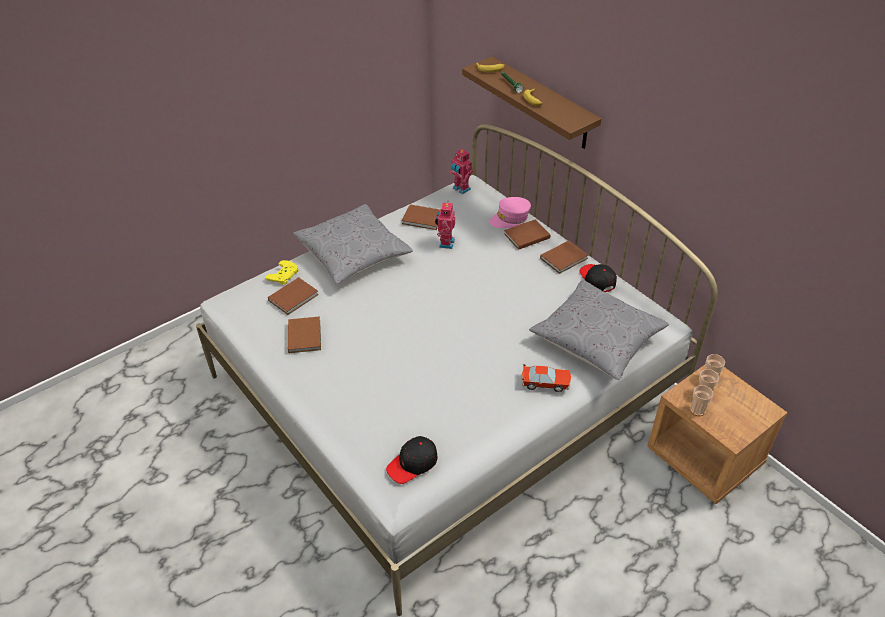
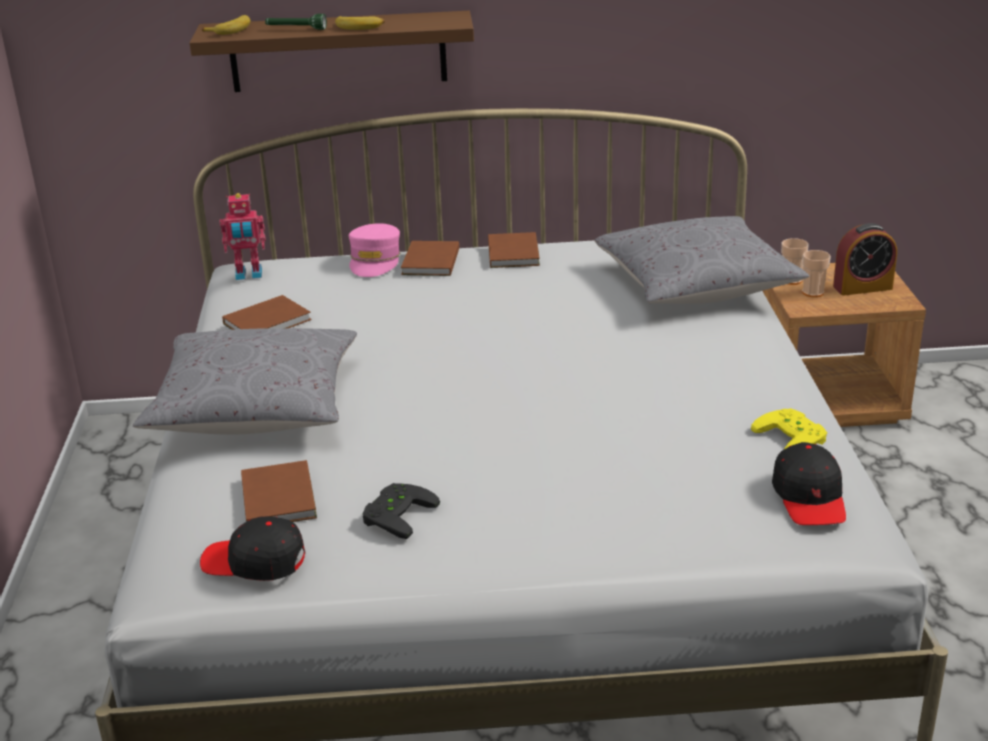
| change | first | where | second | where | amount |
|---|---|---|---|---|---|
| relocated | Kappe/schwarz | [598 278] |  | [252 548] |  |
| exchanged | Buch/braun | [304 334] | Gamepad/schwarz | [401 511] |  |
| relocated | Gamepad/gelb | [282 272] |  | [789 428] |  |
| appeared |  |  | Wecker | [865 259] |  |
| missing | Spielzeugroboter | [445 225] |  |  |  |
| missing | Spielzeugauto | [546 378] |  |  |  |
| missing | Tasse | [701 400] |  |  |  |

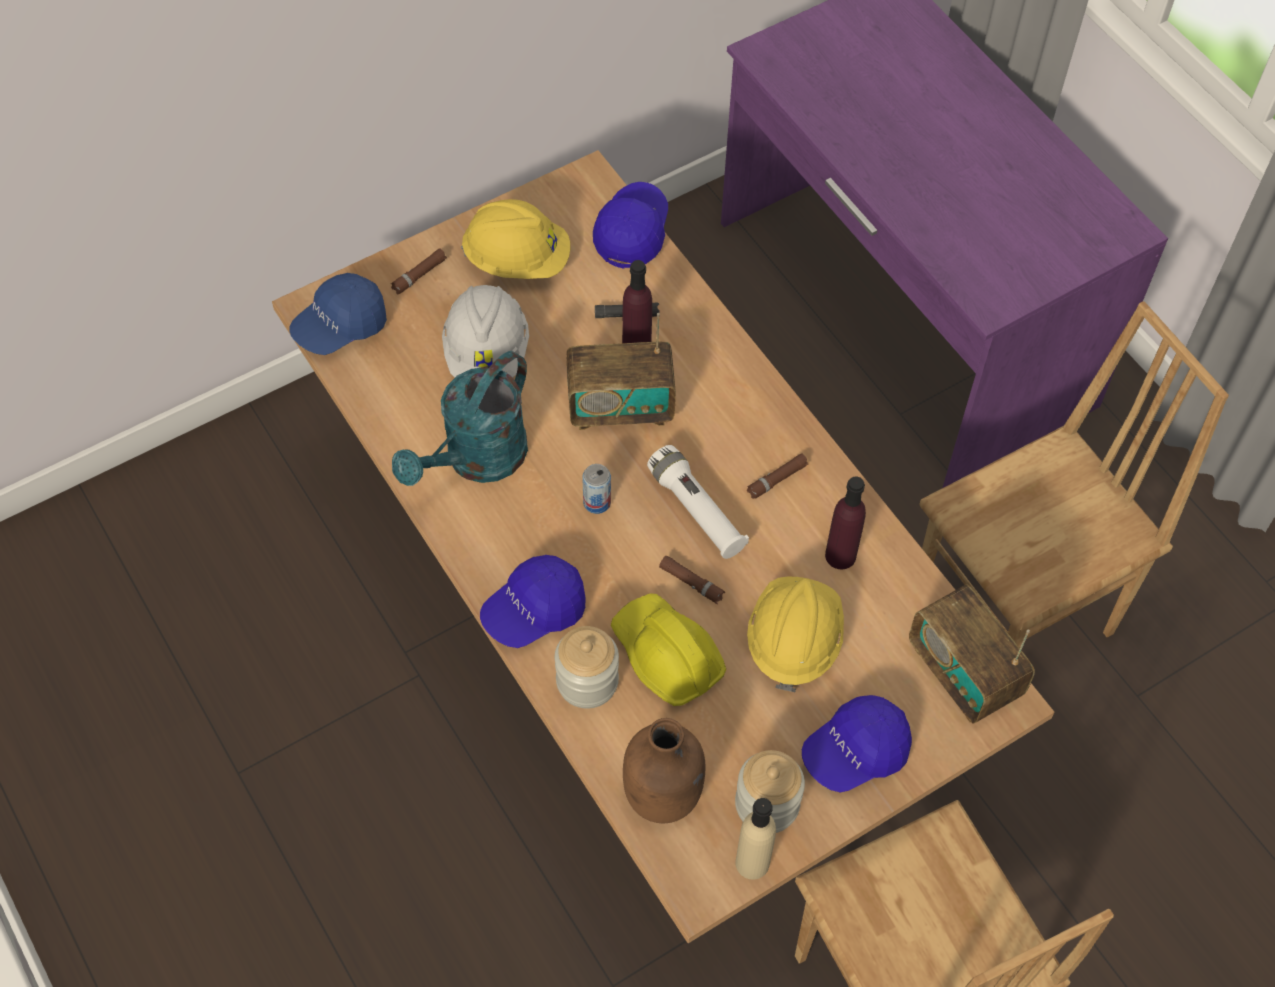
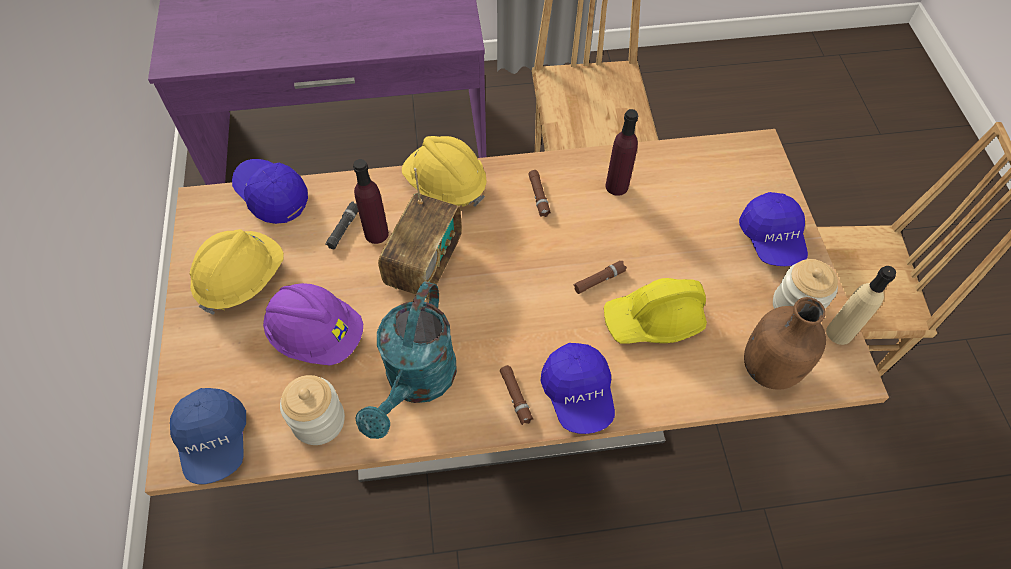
| change | first | where | second | where | amount |
|---|---|---|---|---|---|
| colour | Schutzhelm/weiß | [485 331] | Schutzhelm/lila | [313 324] |  |
| relocated | Vorratsglas | [587 667] |  | [312 410] |  |
| spun | Gießkanne/türkis | [460 418] |  | [406 360] | 45 degrees clockwise |
| relocated | Schutzhelm/gelb | [795 634] |  | [444 171] |  |
| relocated | Taschenlampe/braun | [419 271] |  | [517 395] |  |
| missing | Dose | [596 489] |  |  |  |
| missing | Taschenlampe/weiß | [698 502] |  |  |  |
| missing | Radio | [972 654] |  |  |  |

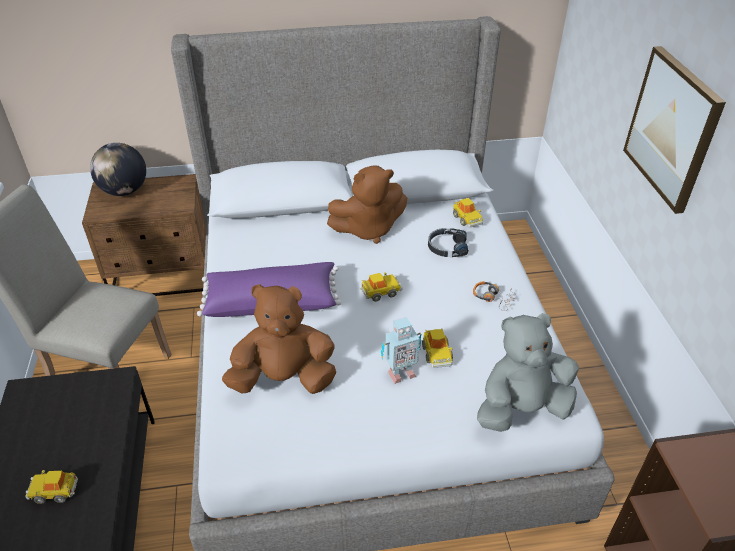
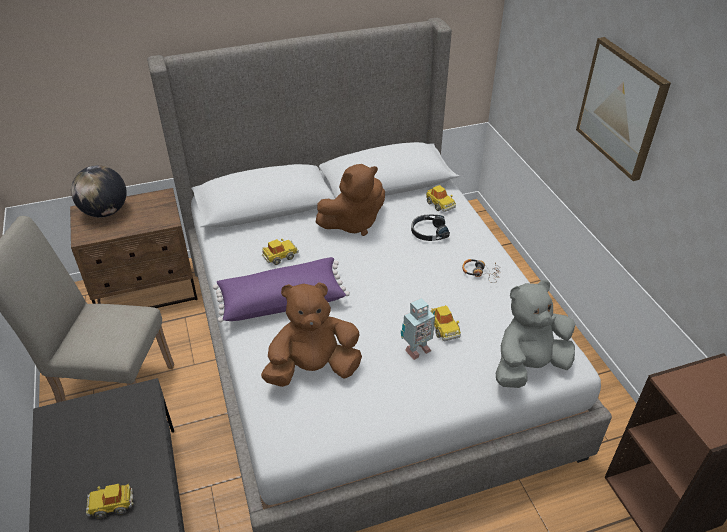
| change | first | where | second | where | amount |
|---|---|---|---|---|---|
| relocated | Spielzeugauto | [381 287] |  | [280 252] |  |

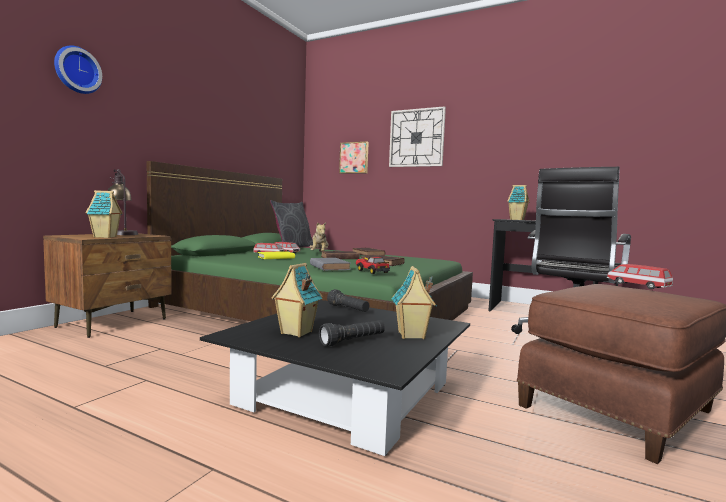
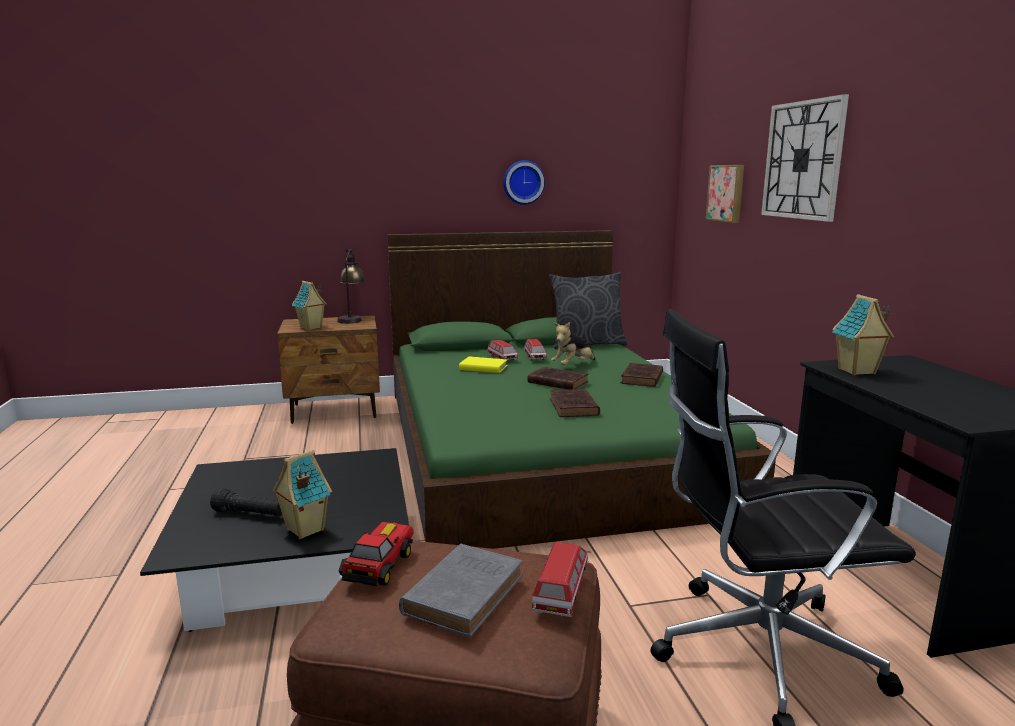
| change | first | where | second | where | amount |
|---|---|---|---|---|---|
| relocated | Spielzeugauto | [373 265] |  | [375 554] |  |
| relocated | Buch/grau | [330 264] |  | [461 590] |  |
| relocated | Wanduhr | [78 69] |  | [524 182] |  |
| missing | Spielzeughaus | [297 300] |  |  |  |
| missing | Taschenlampe/schwarz | [348 300] |  |  |  |

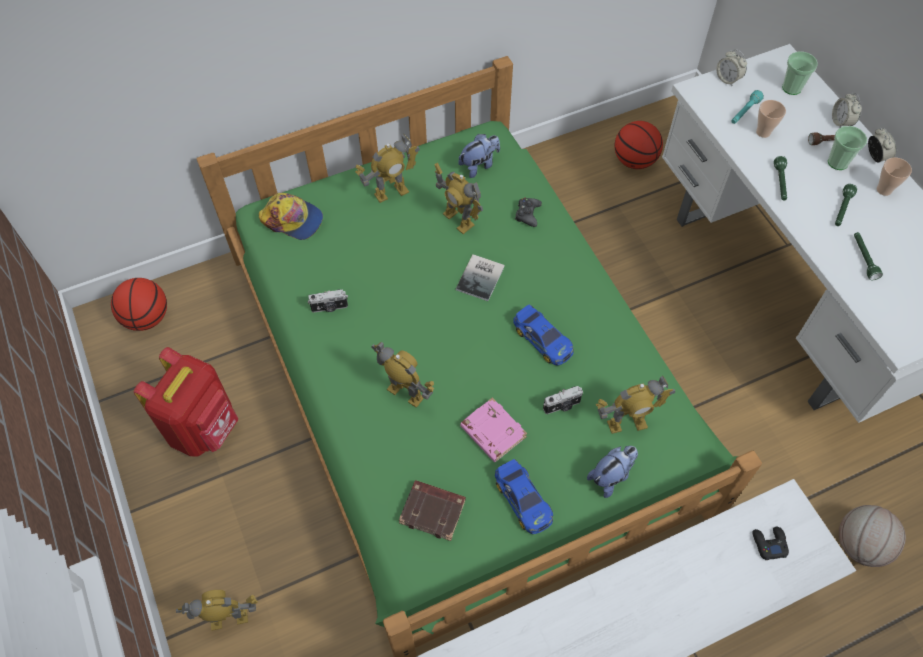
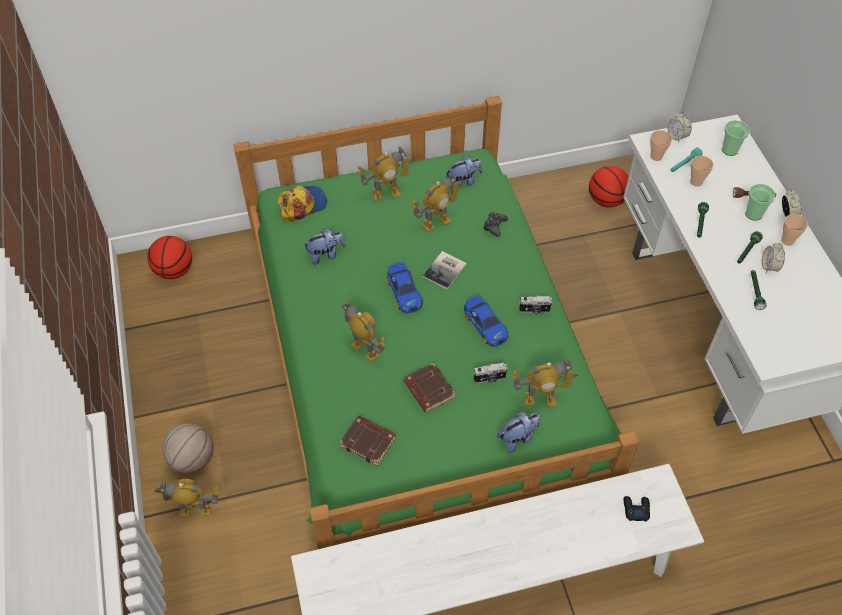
| change | first | where | second | where | amount |
|---|---|---|---|---|---|
| relocated | Basketball | [872 536] |  | [188 448] |  |
| spun | Kappe | [291 216] |  | [302 203] | 60 degrees counterclockwise |
| appeared |  |  | Plüschtier | [324 246] |  |
| relocated | Spielzeugauto | [524 496] |  | [405 287] |  |
| colour | Buch/rosa | [493 429] | Buch/braun | [429 388] |  |
| spun | Spielzeugroboter | [459 198] |  | [436 202] | 90 degrees counterclockwise |
| relocated | Kamera | [328 301] |  | [536 305] |  |
| appeared |  |  | Tasse | [661 145] |  |
| relocated | Wecker | [847 110] |  | [773 258] |  |
| missing | Rucksack/rot | [186 401] |  |  |  |

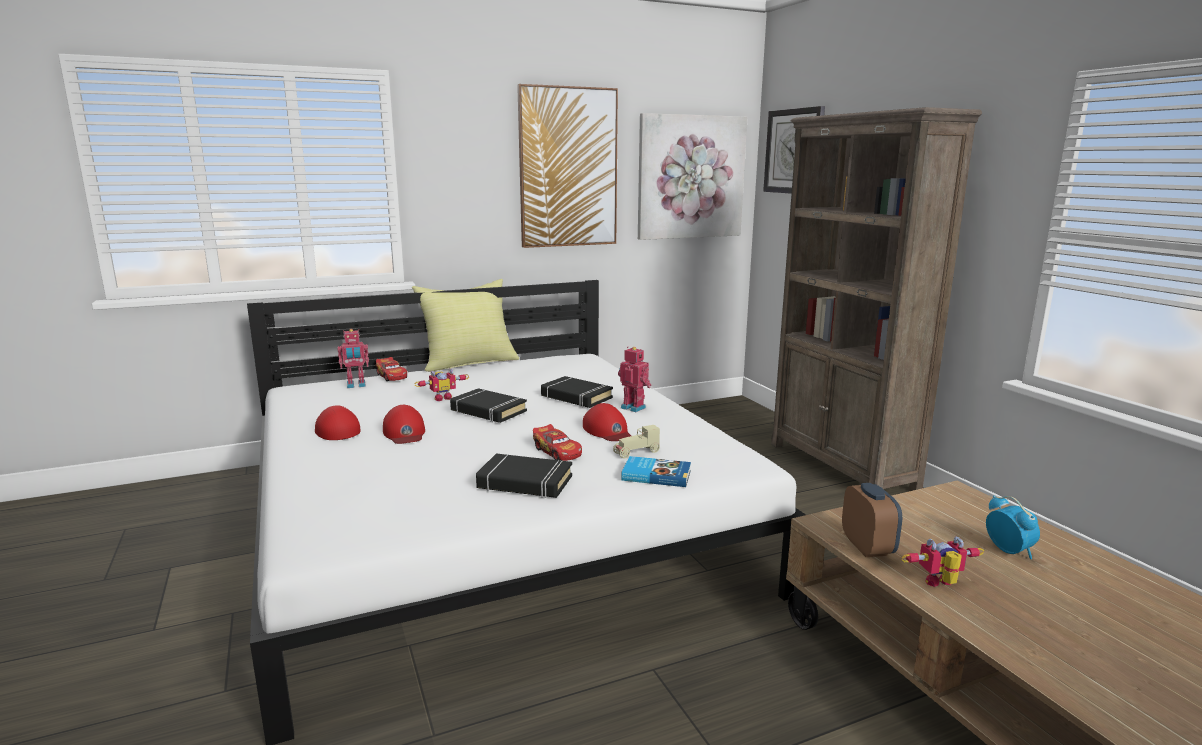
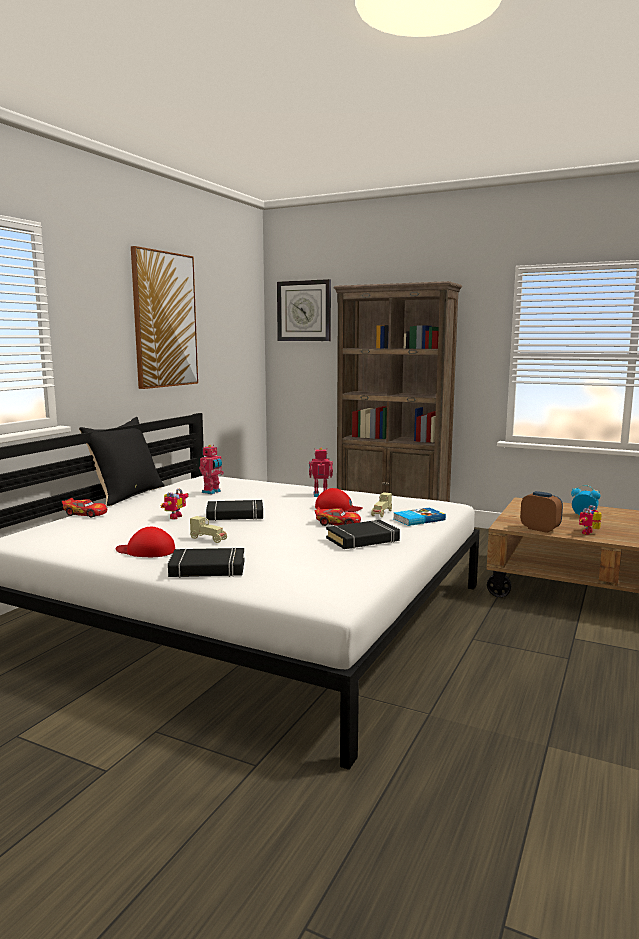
| change | first | where | second | where | amount |
|---|---|---|---|---|---|
| colour | Kissen/gelb | [465 325] | Kissen/schwarz | [121 461] |  |
| relocated | Buch/schwarz | [577 392] |  | [206 563] |  |
| exchanged | Kappe/rot | [404 424] | Spielzeugauto/beige | [208 529] |  |
| relocated | Spielzeugroboter | [353 358] |  | [211 469] |  |
| missing | Bild | [692 176] |  |  |  |

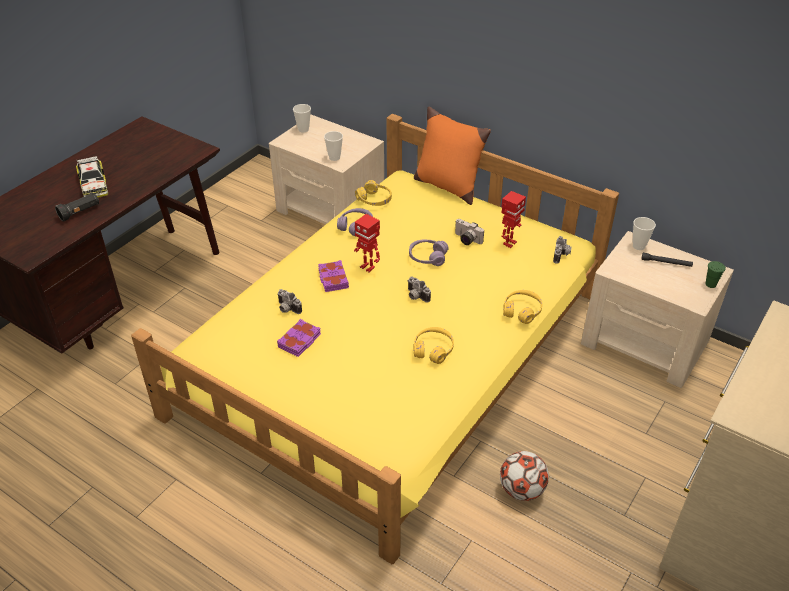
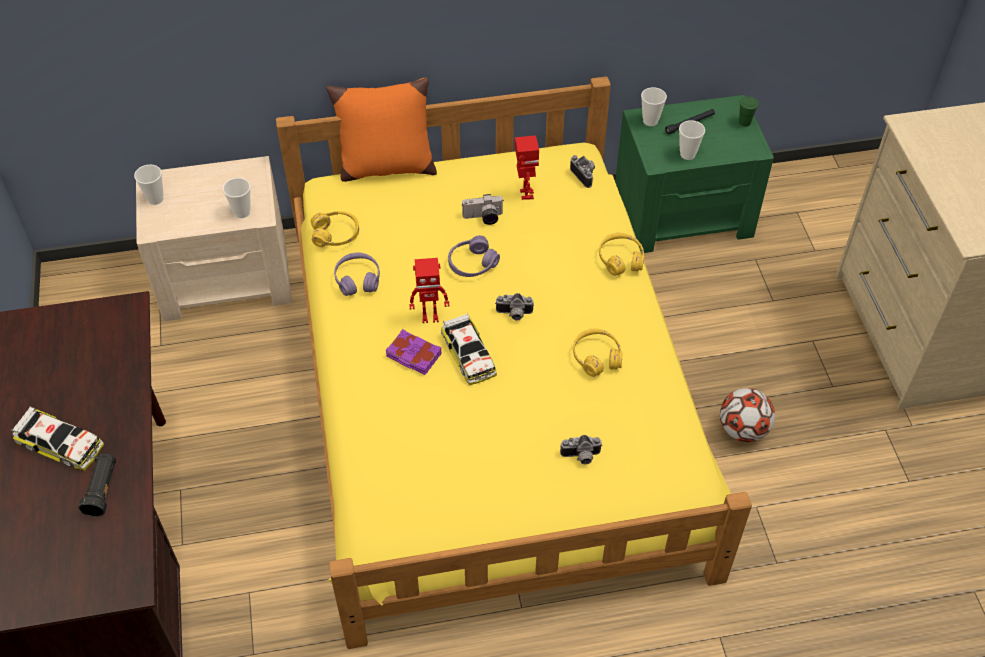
| change | first | where | second | where | amount |
|---|---|---|---|---|---|
| appeared |  |  | Spielzeugauto | [469 349] |  |
| relocated | Kamera | [289 301] |  | [581 449] |  |
| colour | Nachttisch/beige | [657 309] | Nachttisch/grün | [694 174] |  |
| appeared |  |  | Tasse | [692 140] |  |
| missing | Buch/lila | [299 338] |  |  |  |

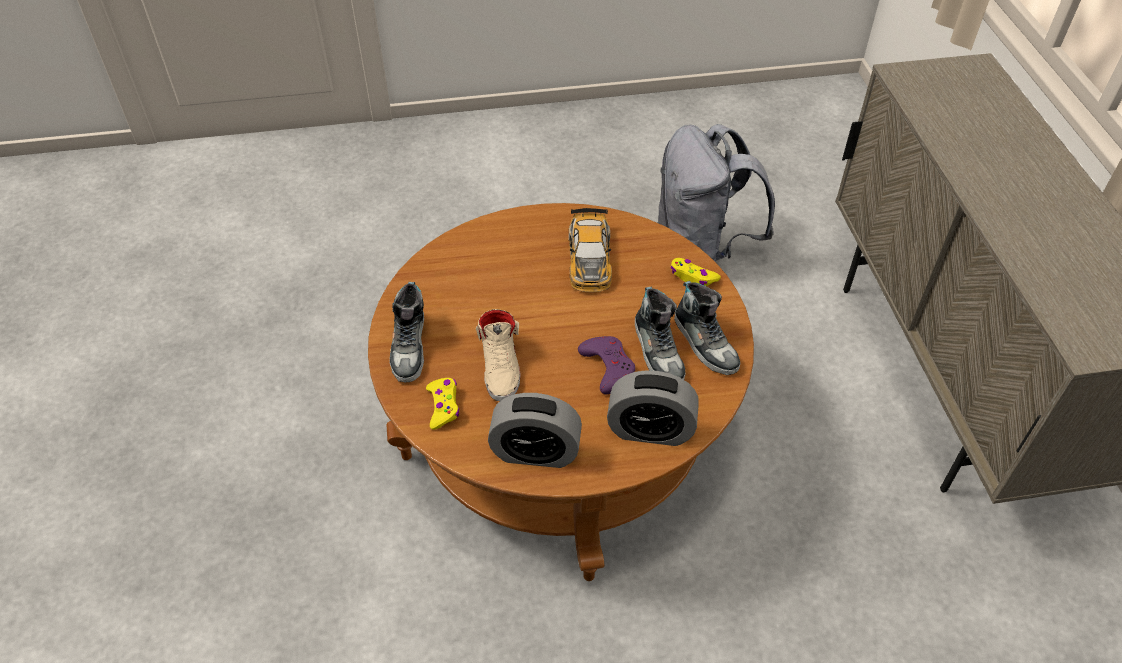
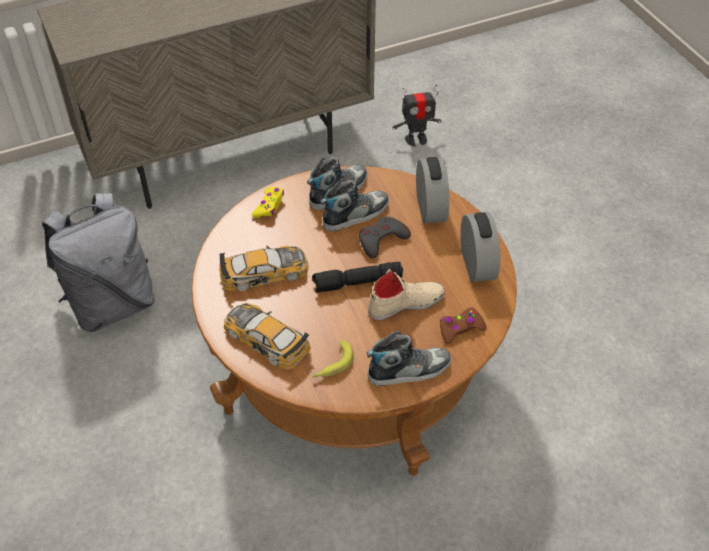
| change | first | where | second | where | amount |
|---|---|---|---|---|---|
| appeared |  |  | Spielzeugauto | [267 336] |  |
| appeared |  |  | Taschenlampe/schwarz | [357 277] |  |
| appeared |  |  | Banane | [333 359] |  |
| colour | Gamepad/lila | [606 365] | Gamepad/grau | [385 237] |  |
| appeared |  |  | Spielzeugroboter | [417 115] |  |
| colour | Gamepad/gelb | [442 404] | Gamepad/braun | [463 325] |  |

